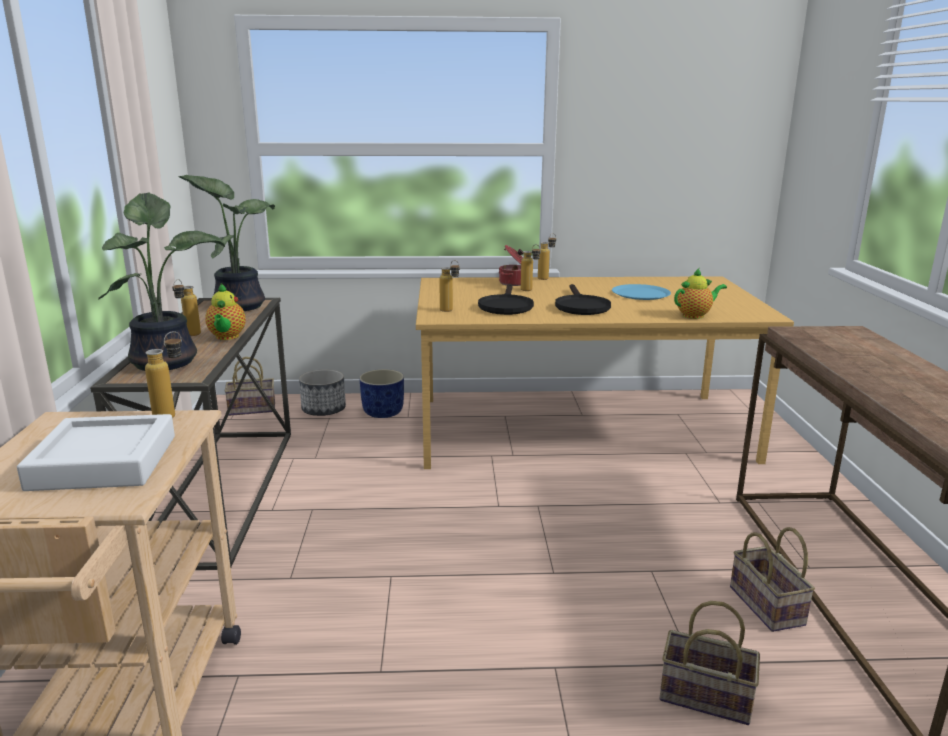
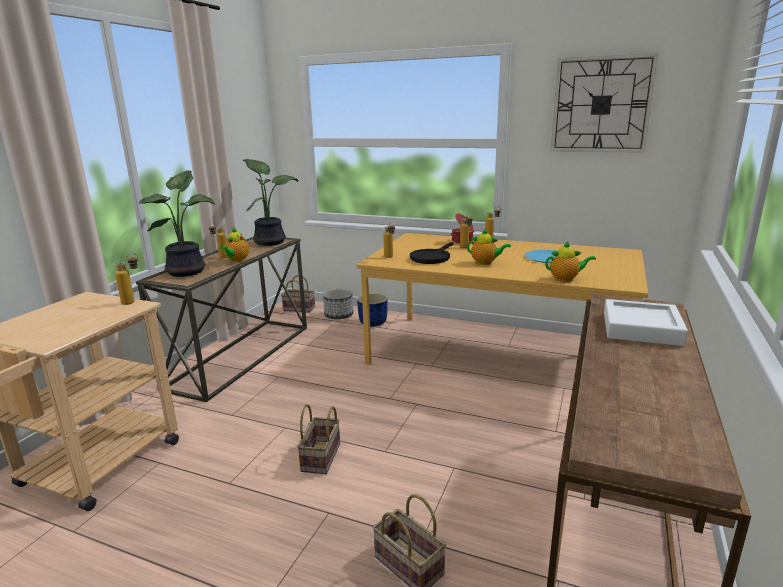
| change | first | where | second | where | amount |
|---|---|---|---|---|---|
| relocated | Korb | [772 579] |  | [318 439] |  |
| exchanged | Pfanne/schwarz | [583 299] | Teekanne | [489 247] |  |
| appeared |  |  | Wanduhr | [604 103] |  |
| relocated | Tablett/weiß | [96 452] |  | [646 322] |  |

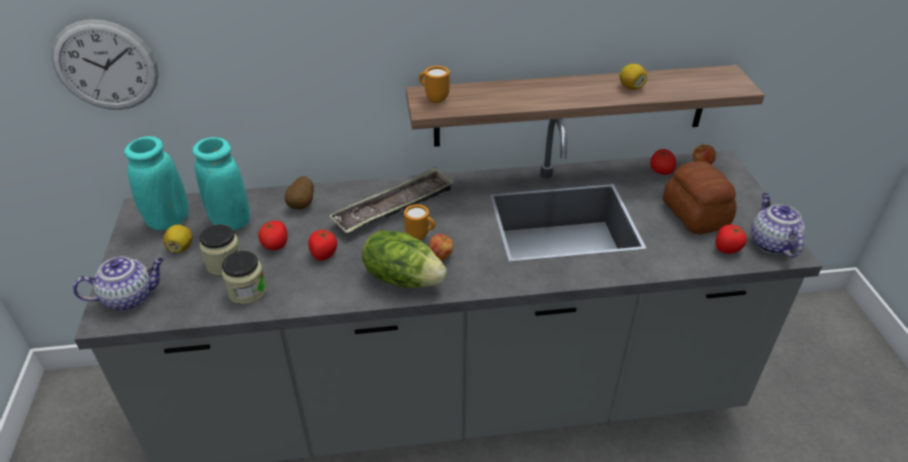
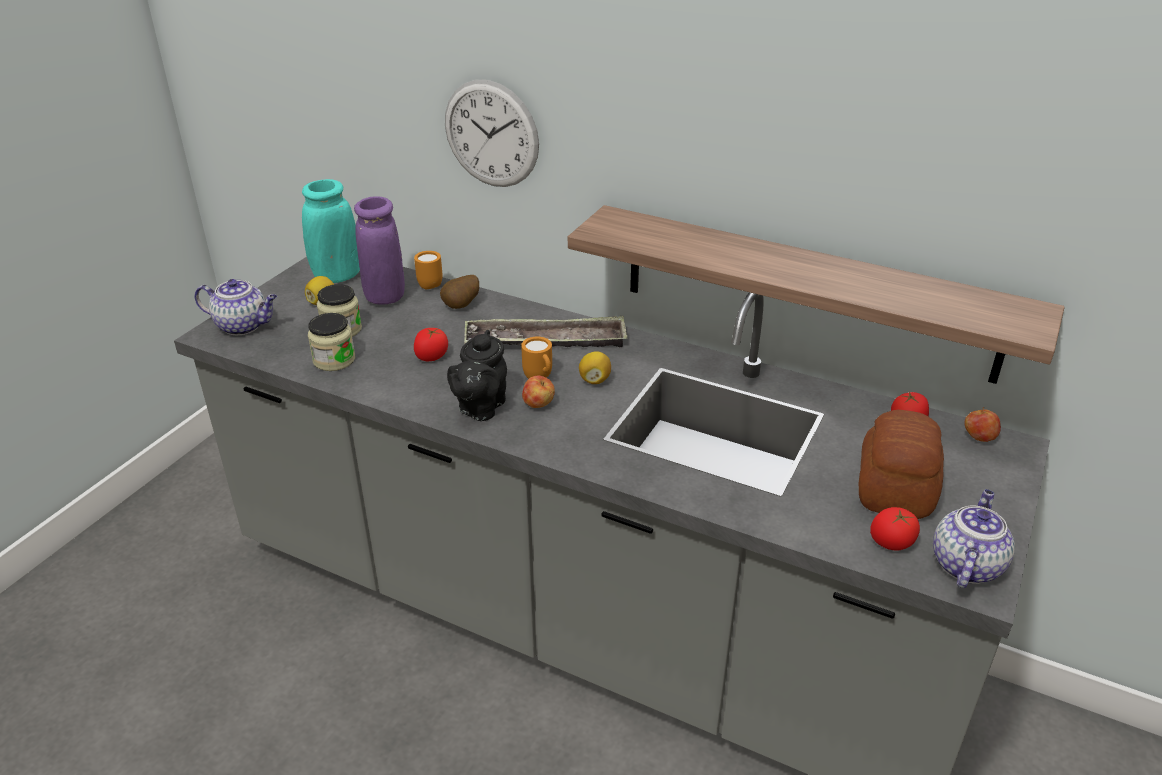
| change | first | where | second | where | amount |
|---|---|---|---|---|---|
| colour | Vase/türkis | [221 183] | Vase/lila | [379 251] |  |
| relocated | Henkelbecher/orange | [434 84] |  | [428 270] |  |
| relocated | Wanduhr | [105 64] |  | [492 133] |  |
| exchanged | Salatkopf | [404 259] | Teekanne/schwarz | [477 375] |  |
| relocated | Zitrone | [633 77] |  | [595 367] |  |
| missing | Tomate | [273 235] |  |  |  |

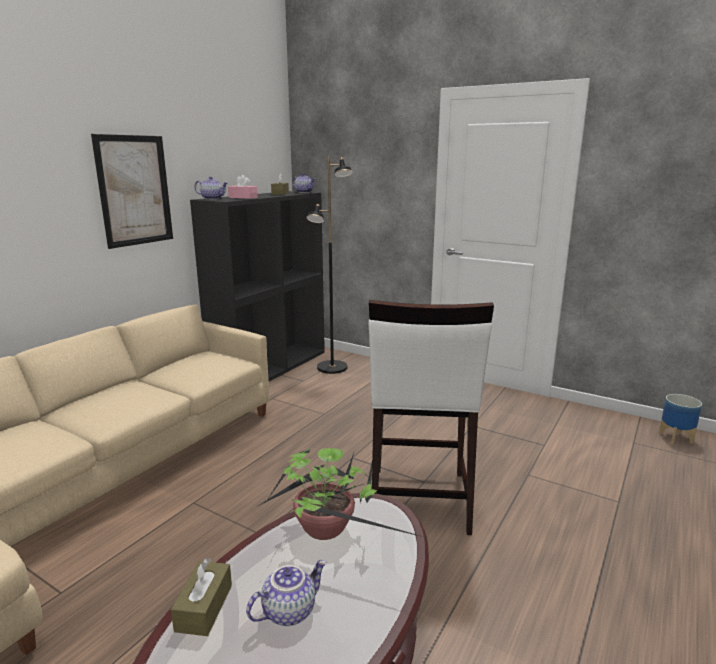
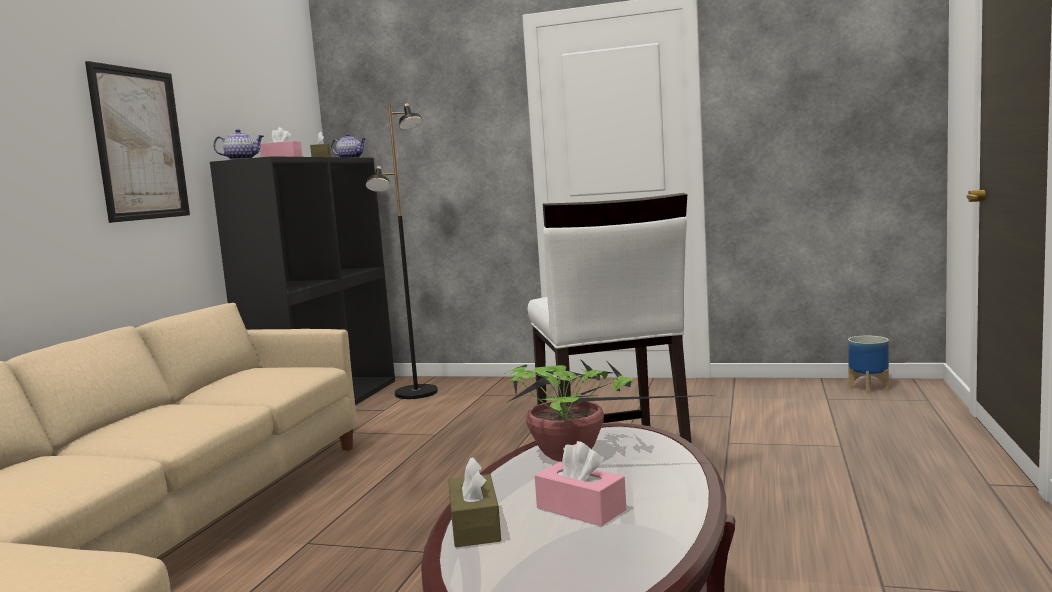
| change | first | where | second | where | amount |
|---|---|---|---|---|---|
| exchanged | Teekanne | [286 593] | Taschentuchbox/rosa | [580 483] |  |

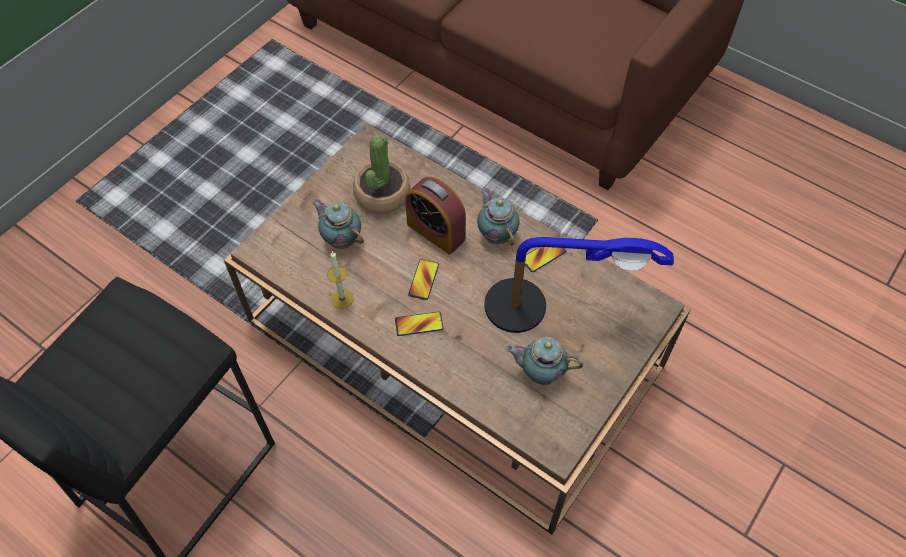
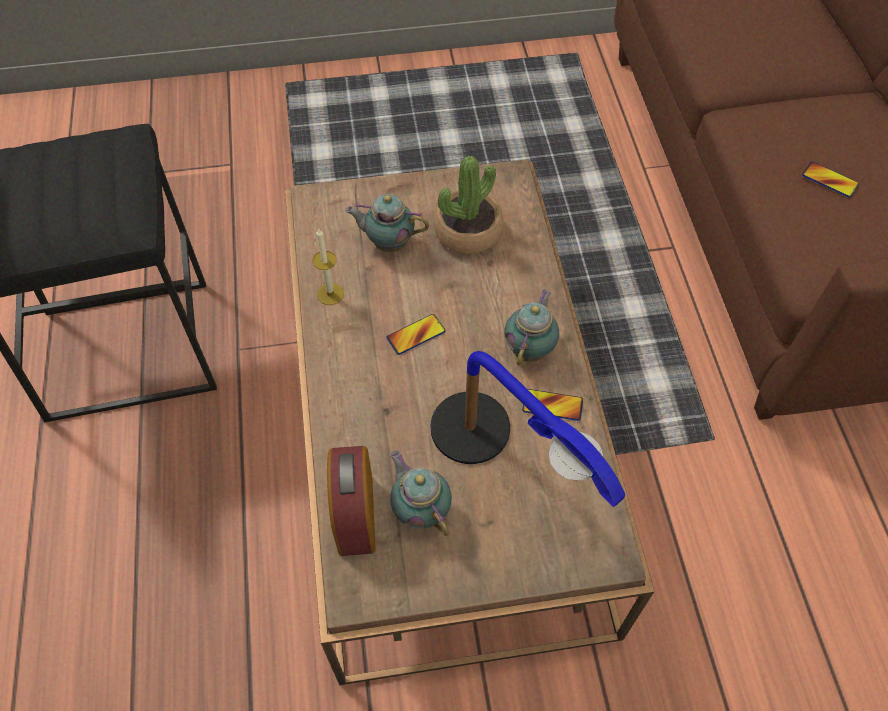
| change | first | where | second | where | amount |
|---|---|---|---|---|---|
| relocated | Wecker | [435 216] |  | [351 501] |  |
| spun | Teekanne | [338 224] |  | [387 223] | 75 degrees counterclockwise |
| relocated | Handy | [419 324] |  | [830 179] |  |

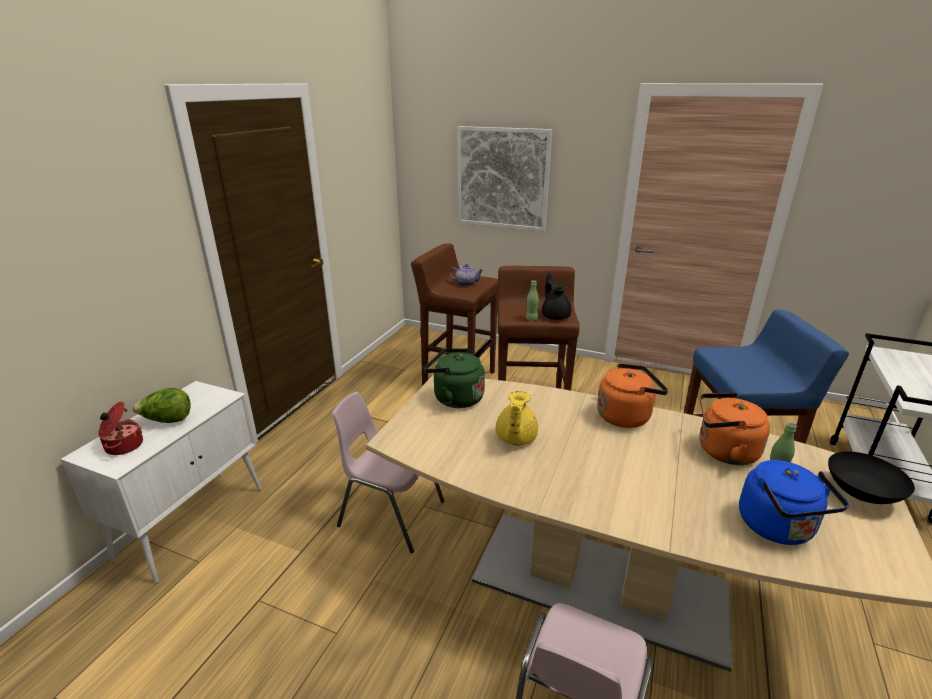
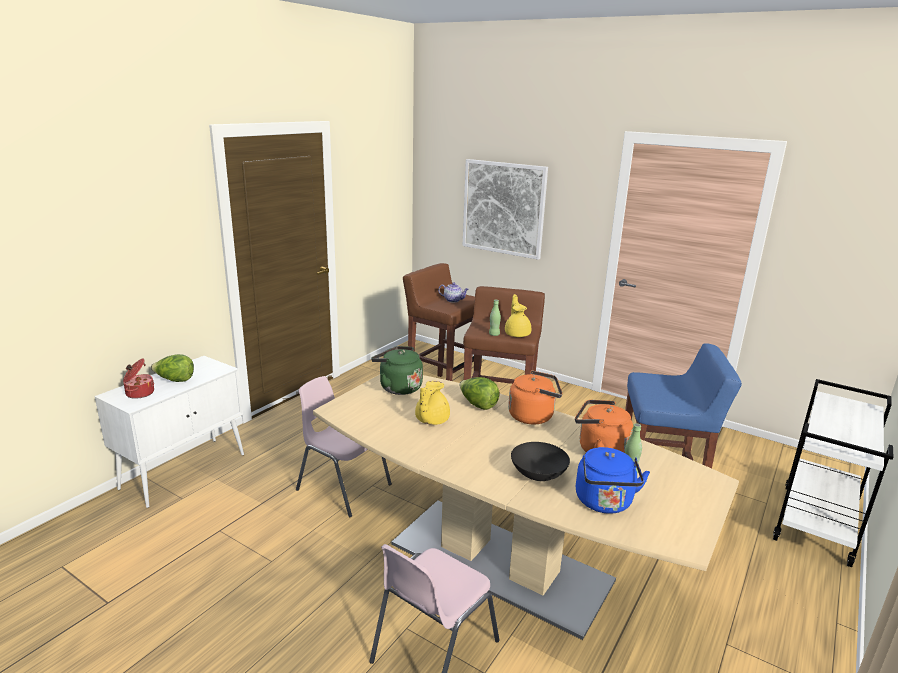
| change | first | where | second | where | amount |
|---|---|---|---|---|---|
| appeared |  |  | Salatkopf | [479 393] |  |
| colour | Teekanne/schwarz | [557 296] | Teekanne/gelb | [518 315] |  |
| relocated | Schüssel/schwarz | [871 477] |  | [540 461] |  |

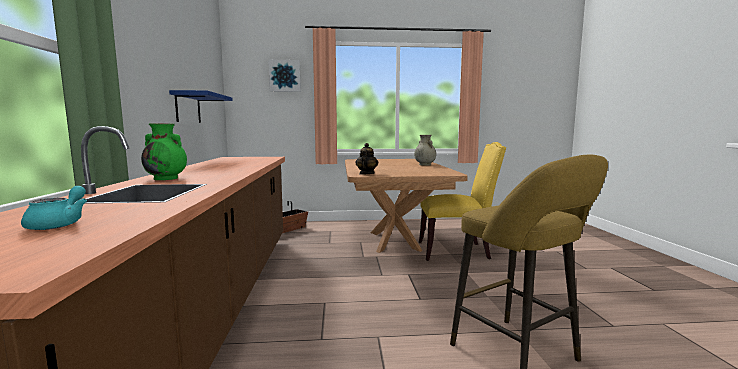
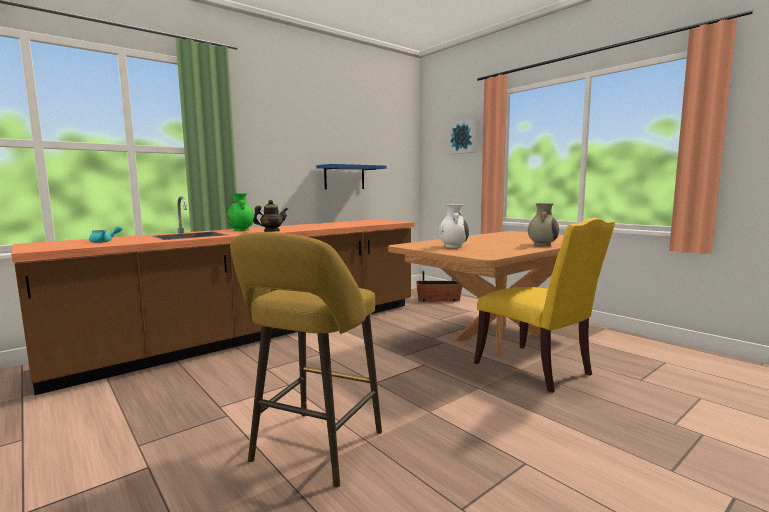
| change | first | where | second | where | amount |
|---|---|---|---|---|---|
| relocated | Teekanne | [366 159] |  | [270 216] |  |
| appeared |  |  | Vase/weiß | [454 226] |  |

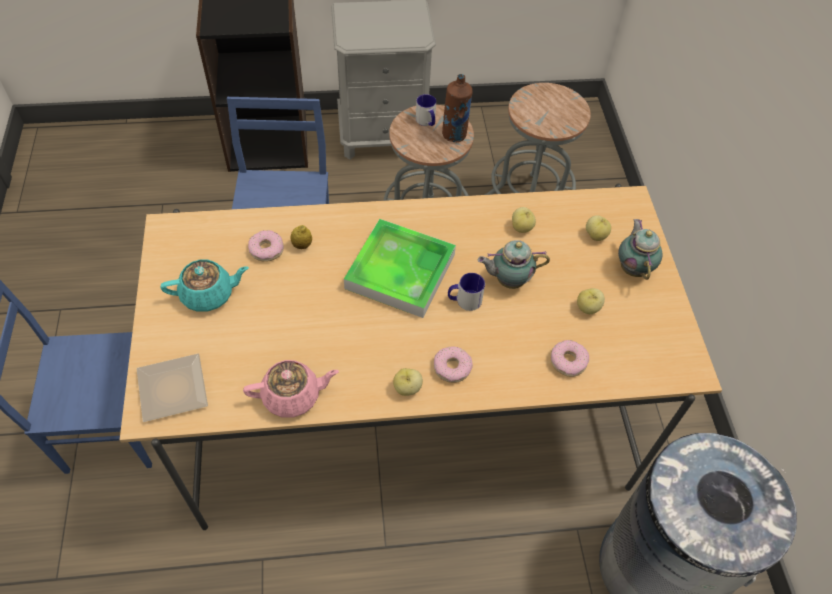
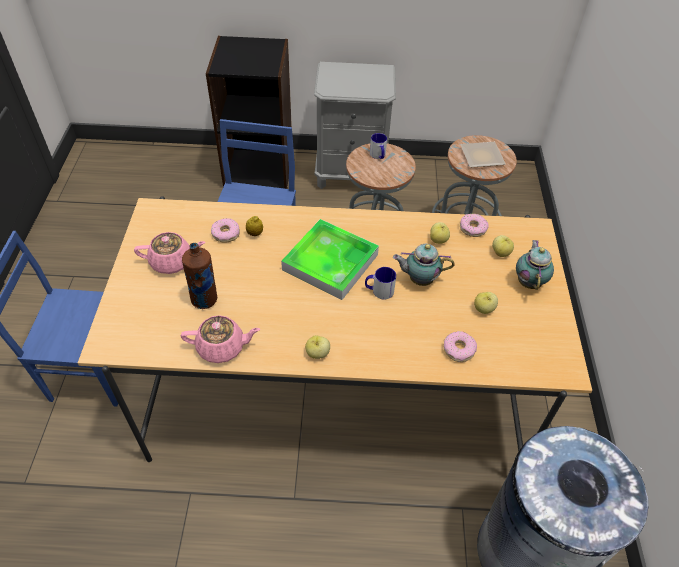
| change | first | where | second | where | amount |
|---|---|---|---|---|---|
| colour | Teekanne/türkis | [204 286] | Teekanne/rosa | [170 253] |  |
| relocated | Flasche/braun | [457 108] |  | [199 276] |  |
| relocated | Teller | [172 388] |  | [483 155] |  |
| relocated | Donut | [453 364] |  | [474 225] |  |

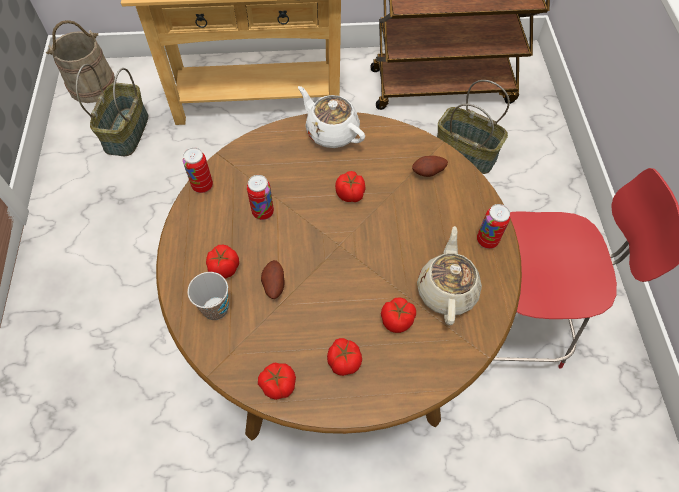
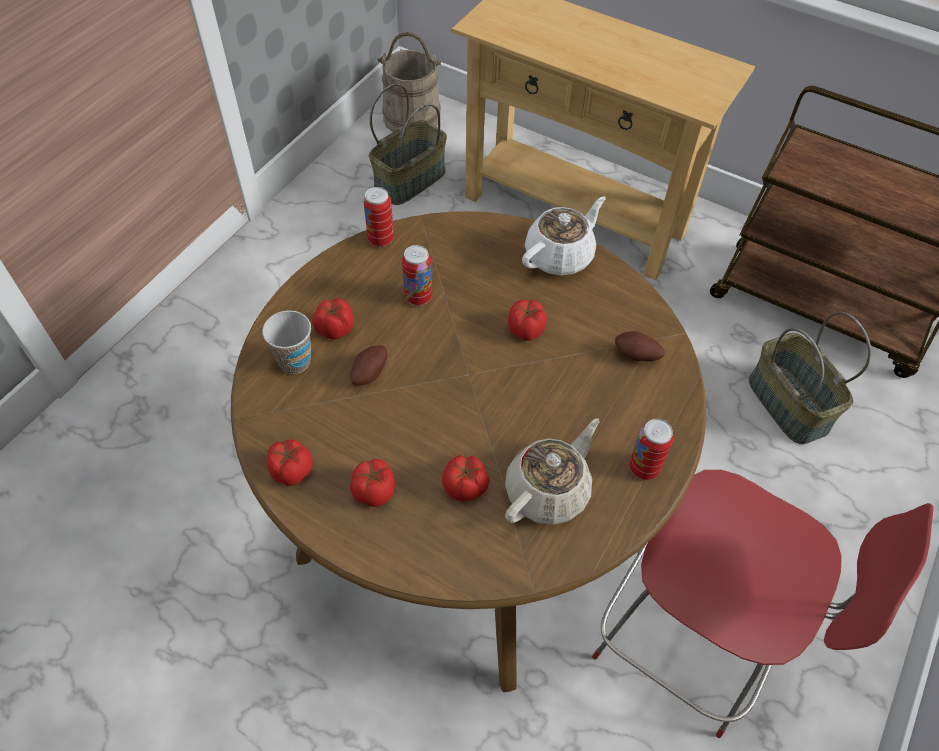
| change | first | where | second | where | amount |
|---|---|---|---|---|---|
| spun | Teekanne/weiß | [331 117] |  | [564 236] | 60 degrees clockwise |

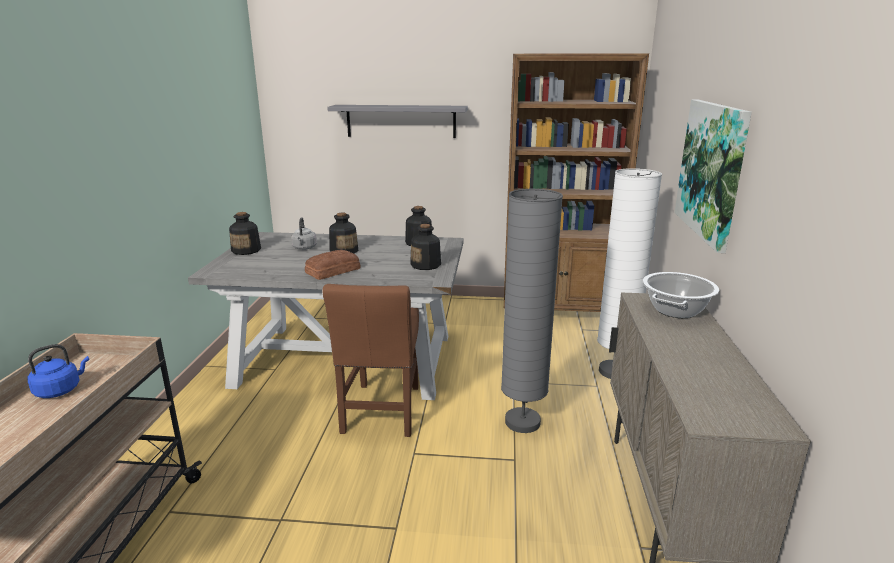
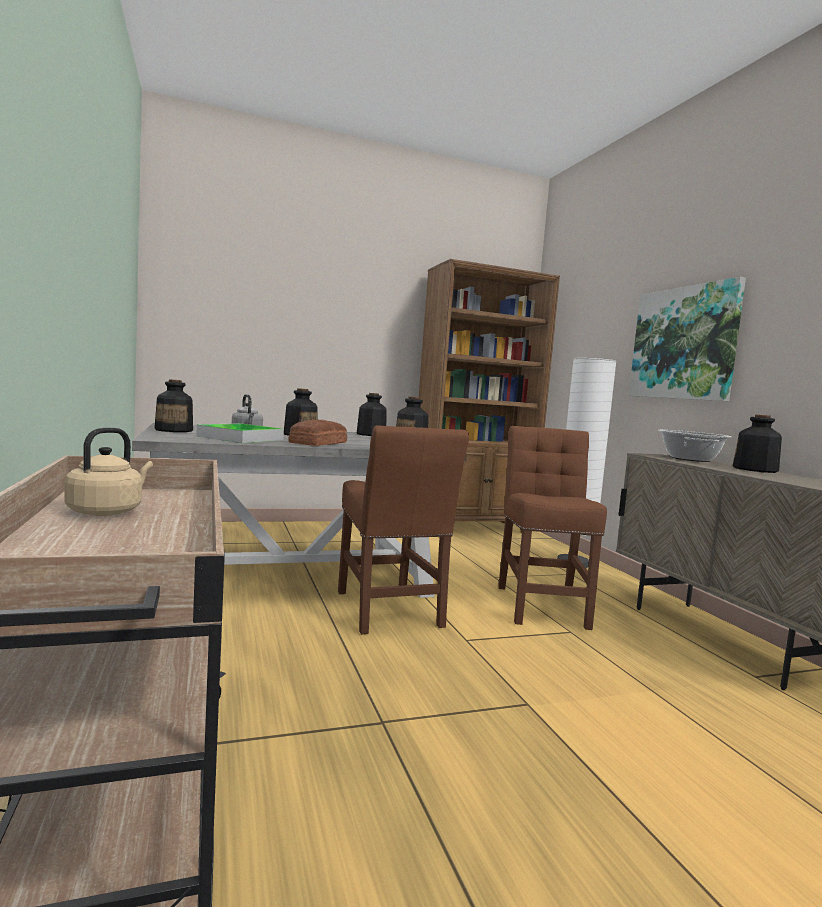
| change | first | where | second | where | amount |
|---|---|---|---|---|---|
| colour | Wasserkessel/blau | [58 371] | Wasserkessel/beige | [108 472] |  |
| appeared |  |  | Tablett | [240 433] |  |
| exchanged | Stehlampe/grau | [532 311] | Stuhl/braun | [552 528] |  |
| appeared |  |  | Flasche | [757 444] |  |
| missing | Wandregal/grau | [397 121] |  |  |  |

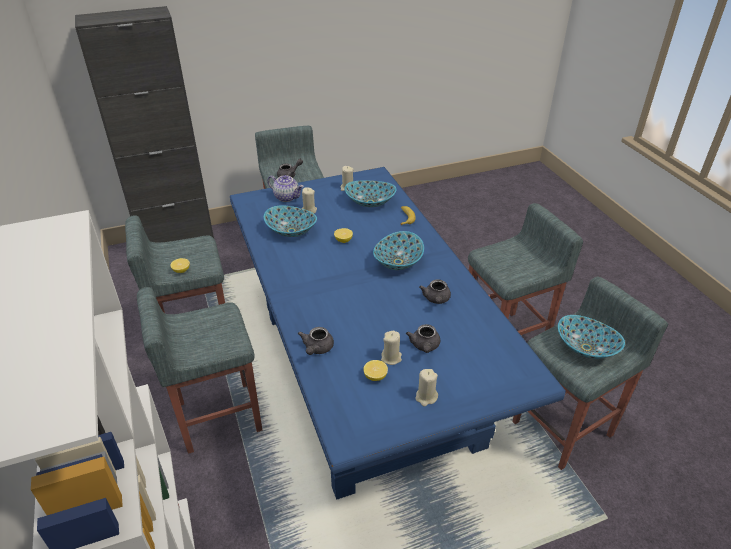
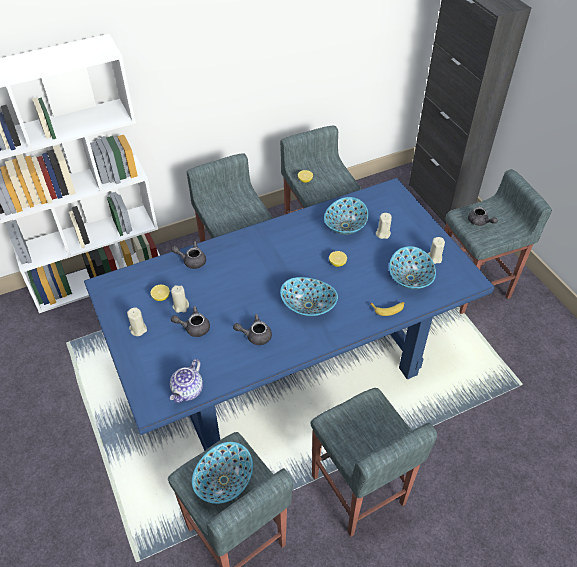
| change | first | where | second | where | amount |
|---|---|---|---|---|---|
| relocated | Teekanne | [285 188] |  | [186 381] |  |

